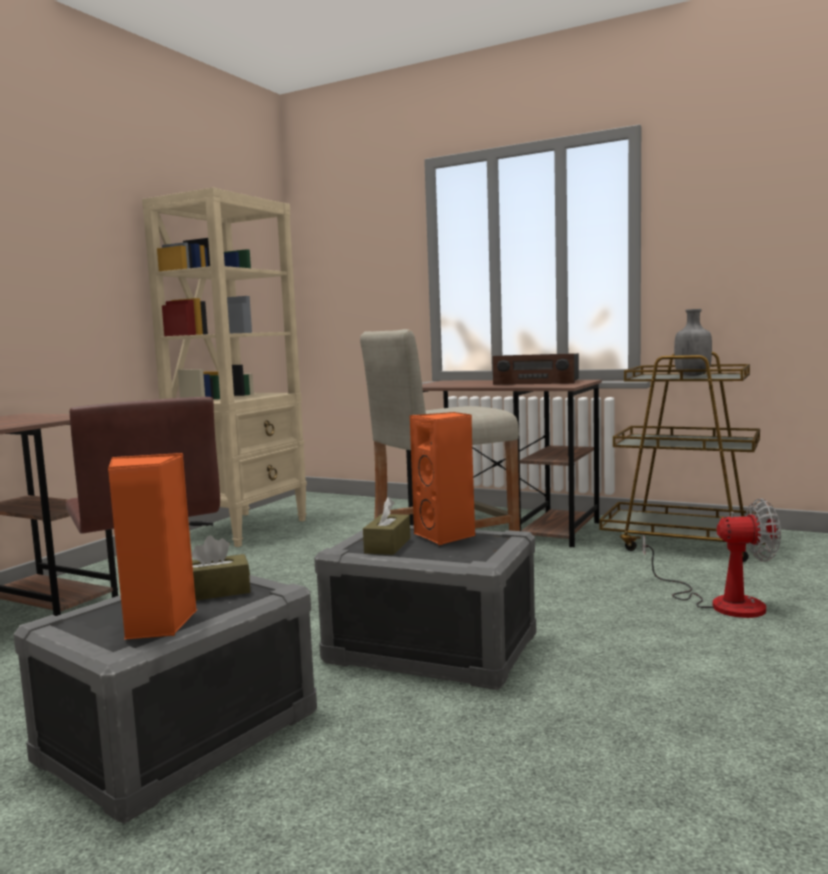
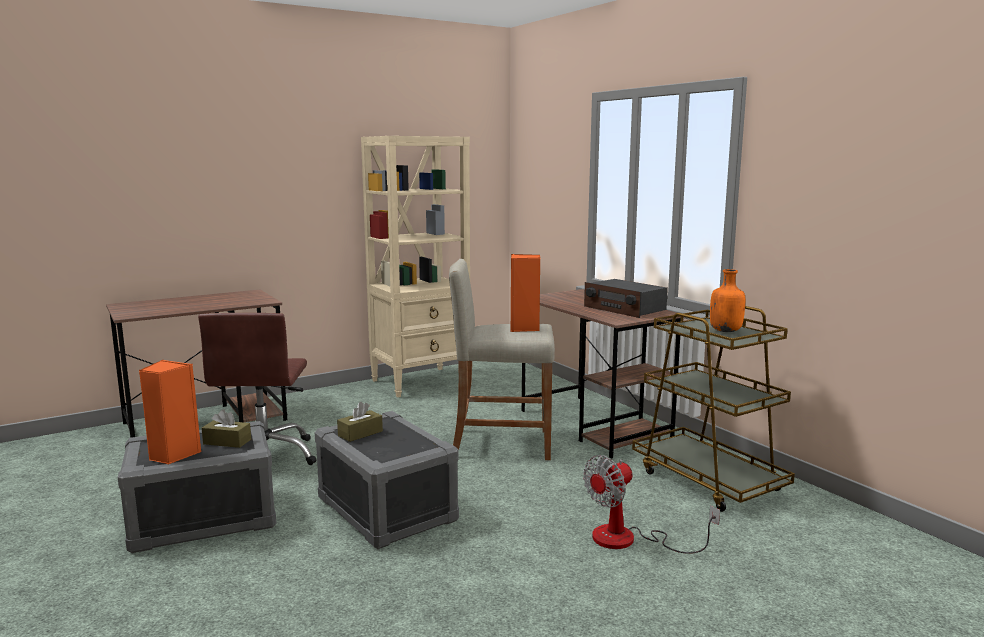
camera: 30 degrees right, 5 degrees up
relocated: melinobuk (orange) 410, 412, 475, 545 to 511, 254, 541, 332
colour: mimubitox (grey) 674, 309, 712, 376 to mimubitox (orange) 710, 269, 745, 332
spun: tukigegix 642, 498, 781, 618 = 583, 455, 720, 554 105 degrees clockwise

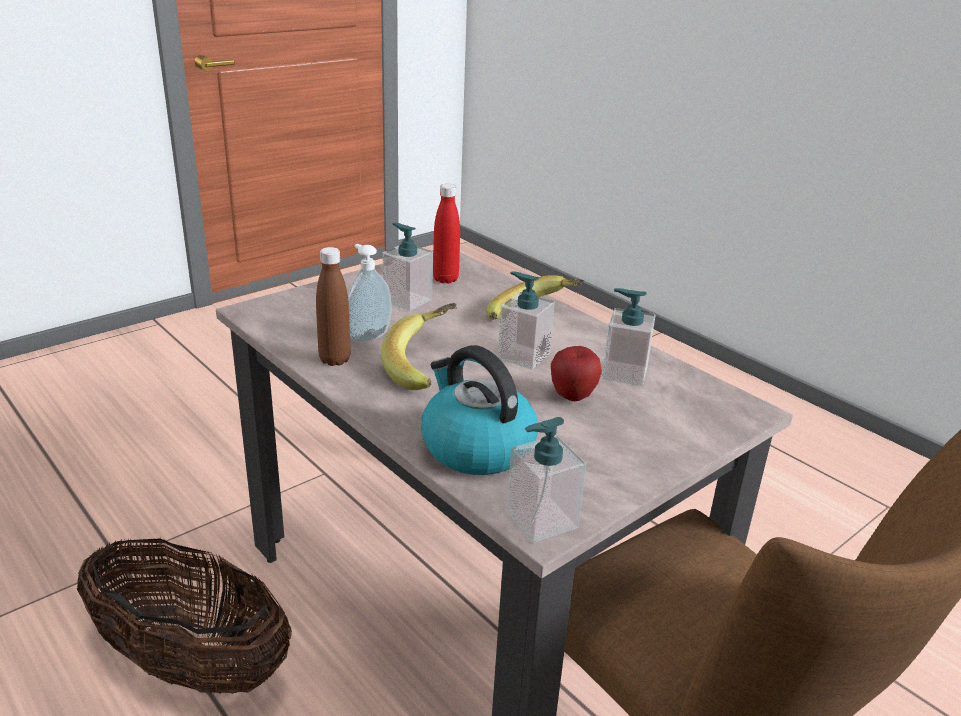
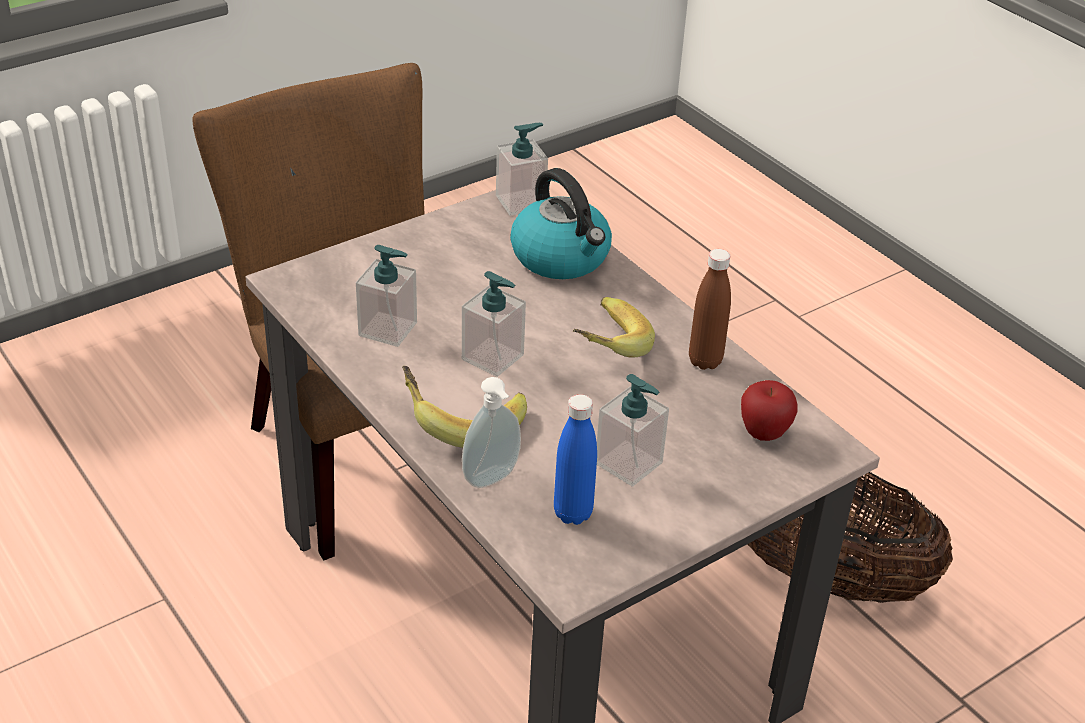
camera: 175 degrees left, 10 degrees up
relocated: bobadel 348, 244, 392, 343 to 462, 377, 521, 488; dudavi 551, 346, 602, 401 to 741, 380, 798, 441
colour: mimubitox (red) 433, 184, 460, 284 to mimubitox (blue) 554, 394, 597, 525

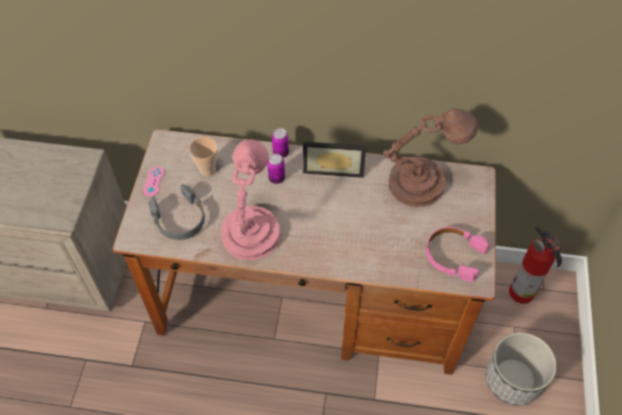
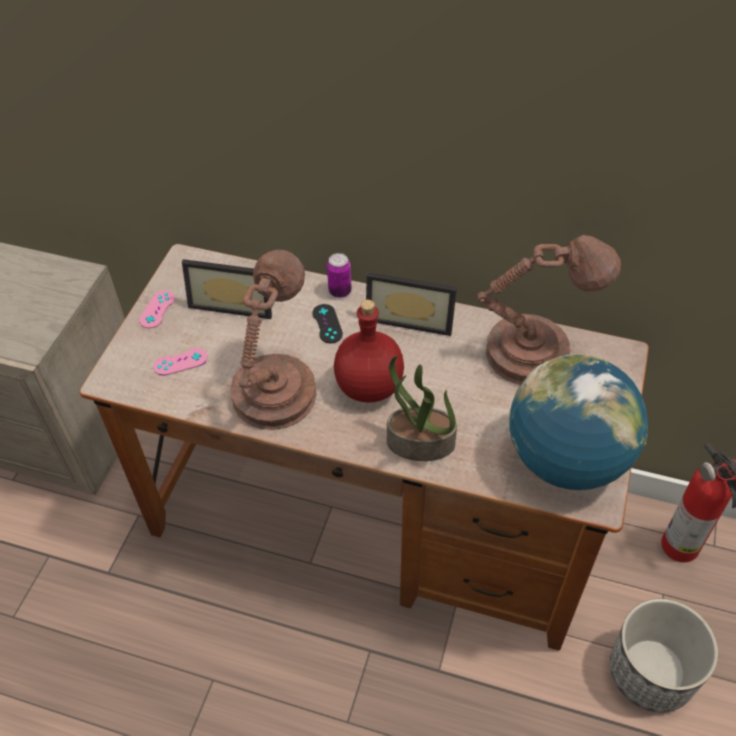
camera: 10 degrees right, 5 degrees down
appeared: mimubitox (red) 334, 300, 404, 403; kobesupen 387, 355, 457, 461
exchanged: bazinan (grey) 148, 184, 205, 240 to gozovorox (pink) 153, 348, 208, 376; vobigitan 189, 137, 218, 176 to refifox 182, 259, 272, 319; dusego 267, 154, 285, 184 to gozovorox (black) 312, 304, 343, 343; bazinan (pink) 426, 227, 489, 282 to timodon 510, 355, 648, 490
colour: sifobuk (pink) 221, 139, 280, 260 to sifobuk (brown) 230, 250, 317, 430

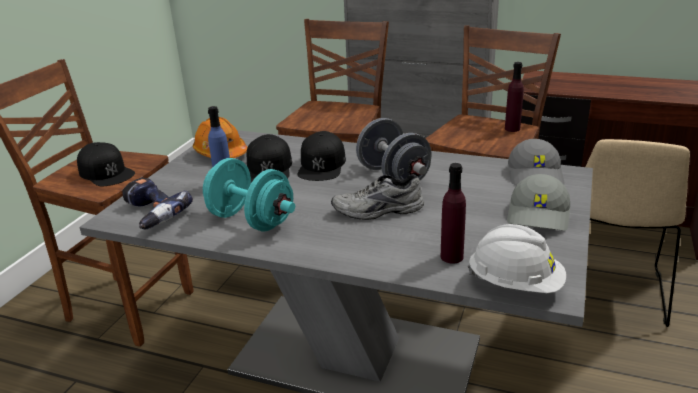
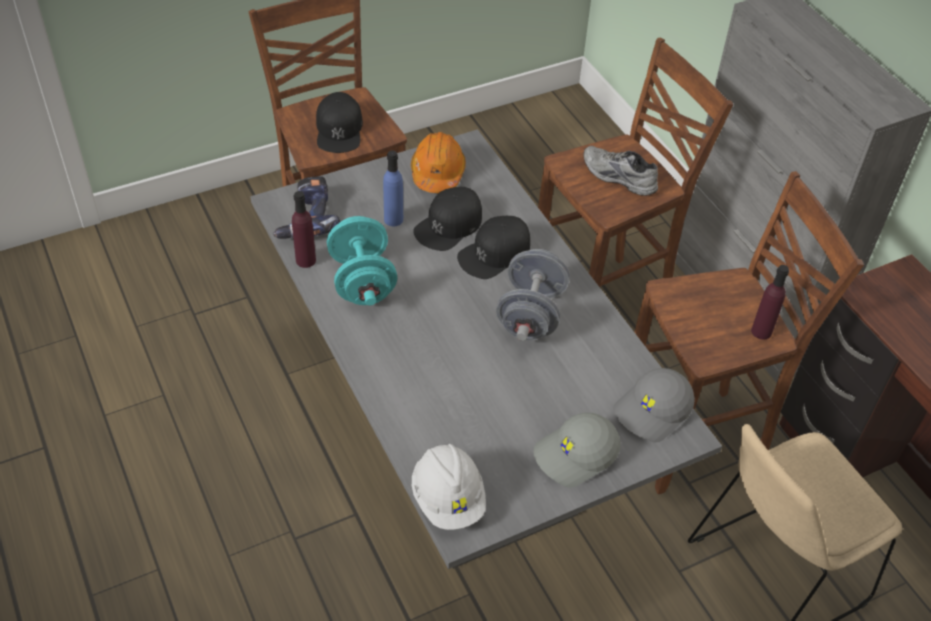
camera: 40 degrees right, 20 degrees up
relocated: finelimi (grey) 331, 174, 424, 220 to 583, 146, 658, 196; mimubitox (purple) 441, 163, 466, 263 to 292, 191, 316, 268

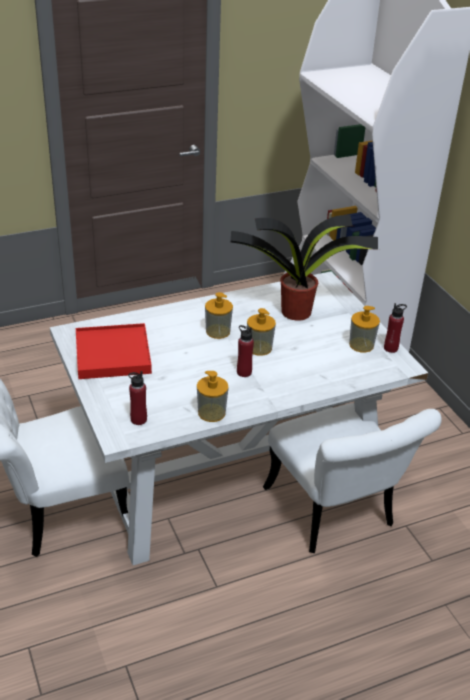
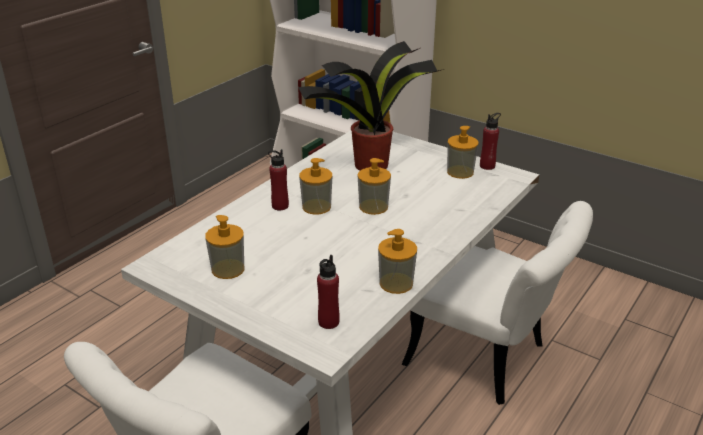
camera: 30 degrees left, 5 degrees down
relocated: mimubitox (red) 237, 325, 254, 377 to 268, 149, 289, 211
exchanged: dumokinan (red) 76, 323, 152, 379 to bobadel 205, 215, 245, 279

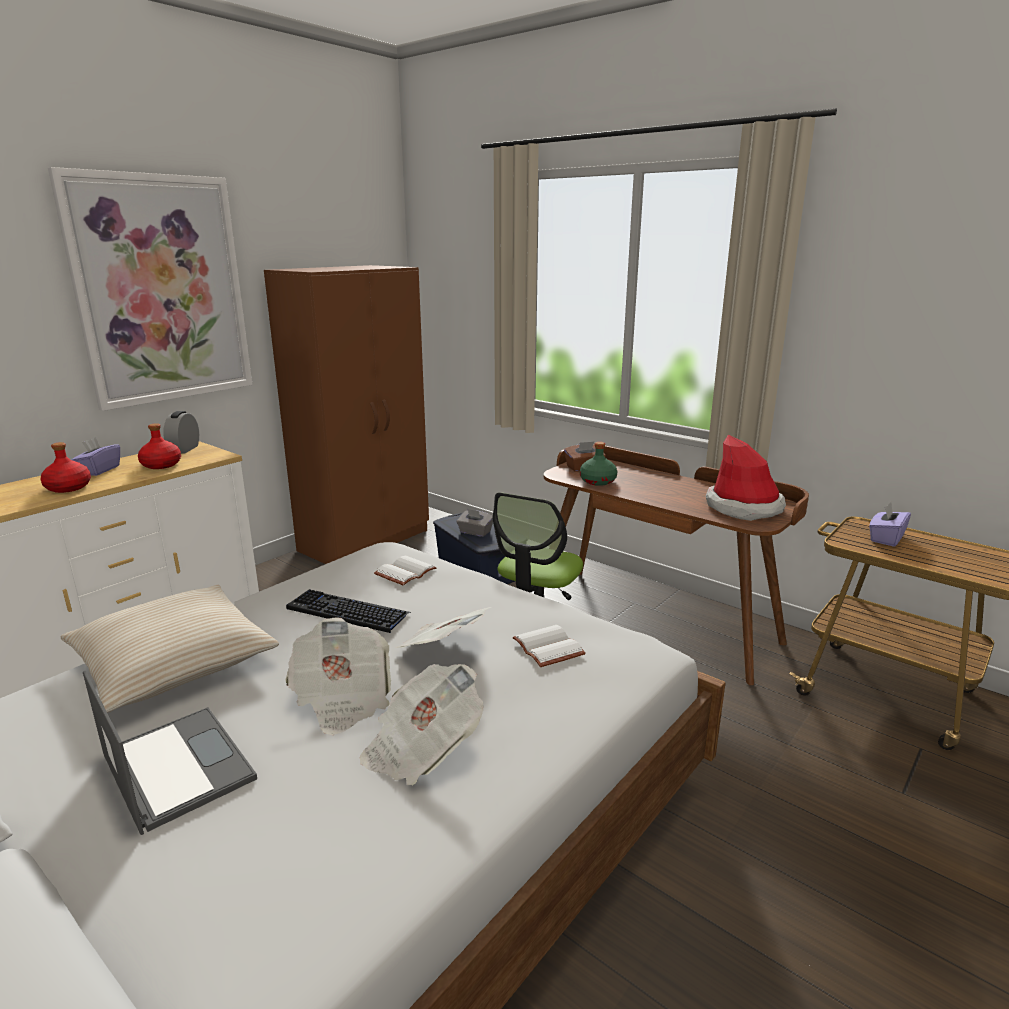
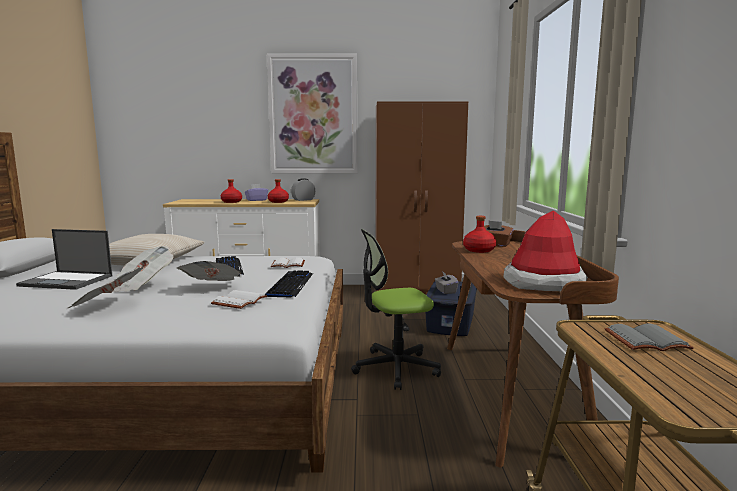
camera: 50 degrees right, 10 degrees down
appeared: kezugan 265, 270, 313, 297
exchanged: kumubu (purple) 869, 502, 911, 547 to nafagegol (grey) 605, 323, 694, 351
colour: mimubitox (green) 580, 442, 617, 486 to mimubitox (red) 463, 216, 496, 253
spun: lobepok 83, 671, 257, 835 = 16, 229, 113, 290 90 degrees clockwise

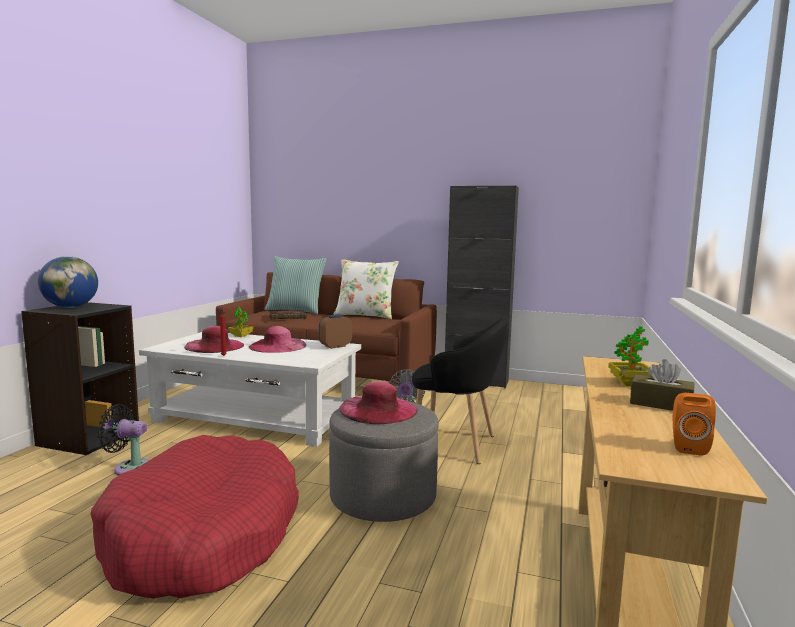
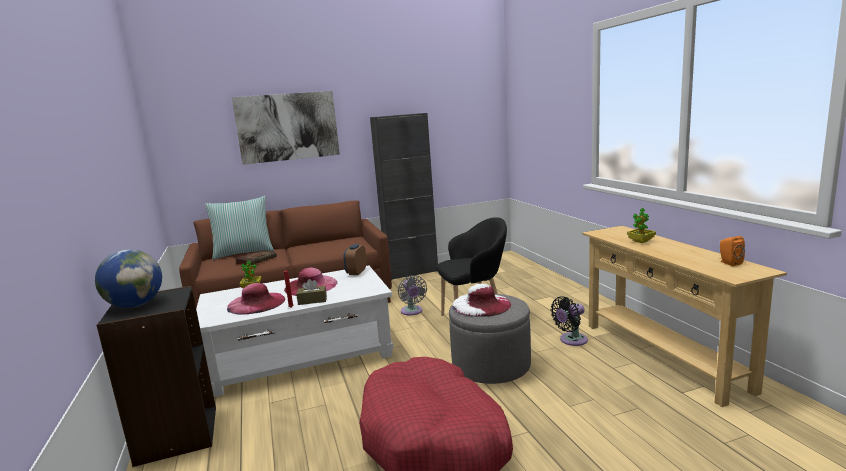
camera: 35 degrees left, 5 degrees up
missing: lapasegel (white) 333, 259, 399, 319
appeared: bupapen 232, 91, 340, 165
relocated: tukigegix (black) 97, 404, 150, 476 to 550, 296, 588, 346; kumubu (brown) 630, 359, 694, 411 to 296, 279, 327, 305
colour: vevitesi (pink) 339, 381, 418, 424 to vevitesi (white) 452, 284, 511, 317

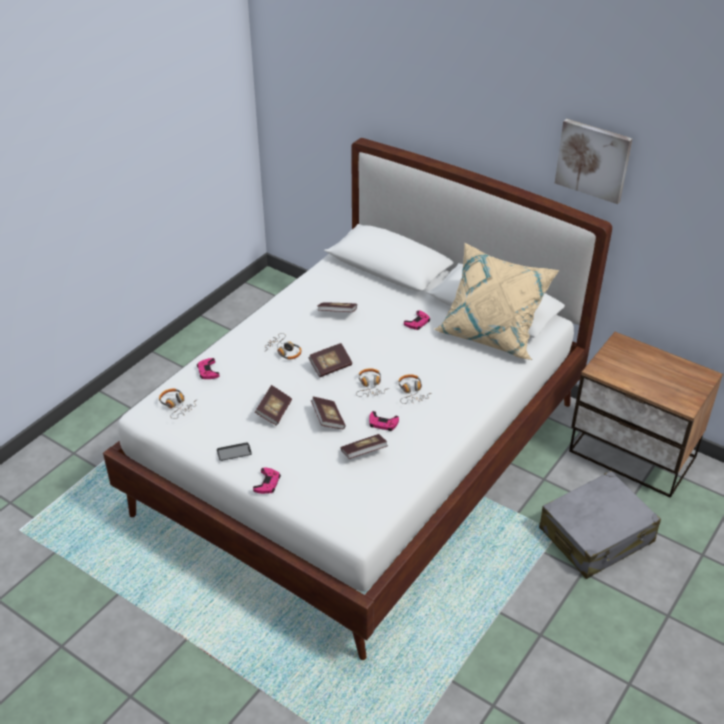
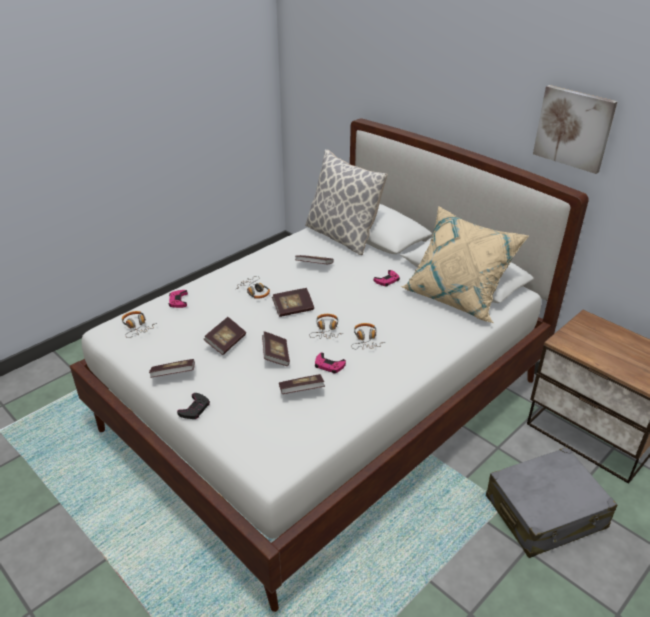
camera: 10 degrees right, 5 degrees down
appeared: lapasegel 305, 149, 388, 255
exchanged: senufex 217, 442, 252, 461 to nafagegol 149, 359, 195, 378
colour: gozovorox (pink) 253, 468, 281, 494 to gozovorox (black) 177, 393, 210, 419

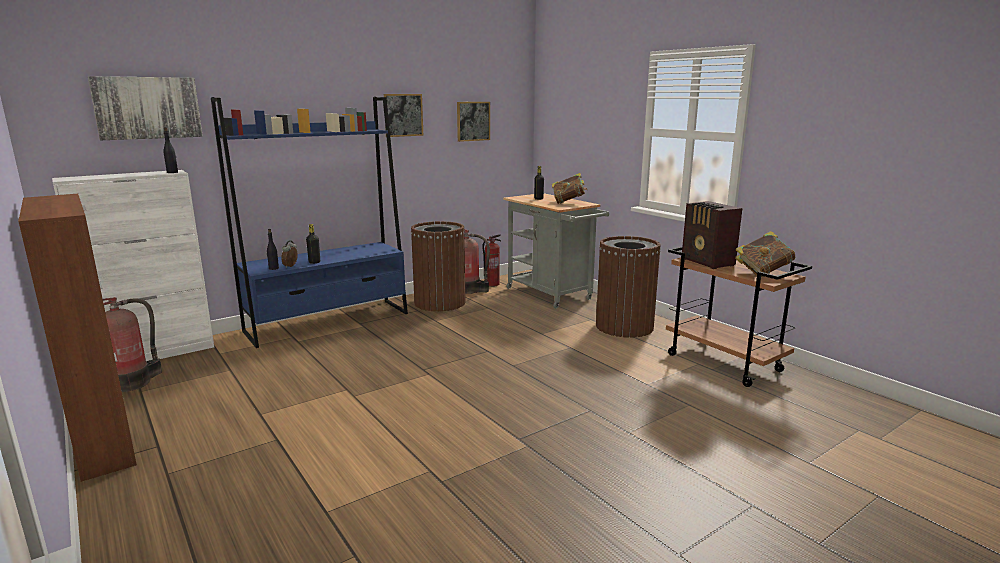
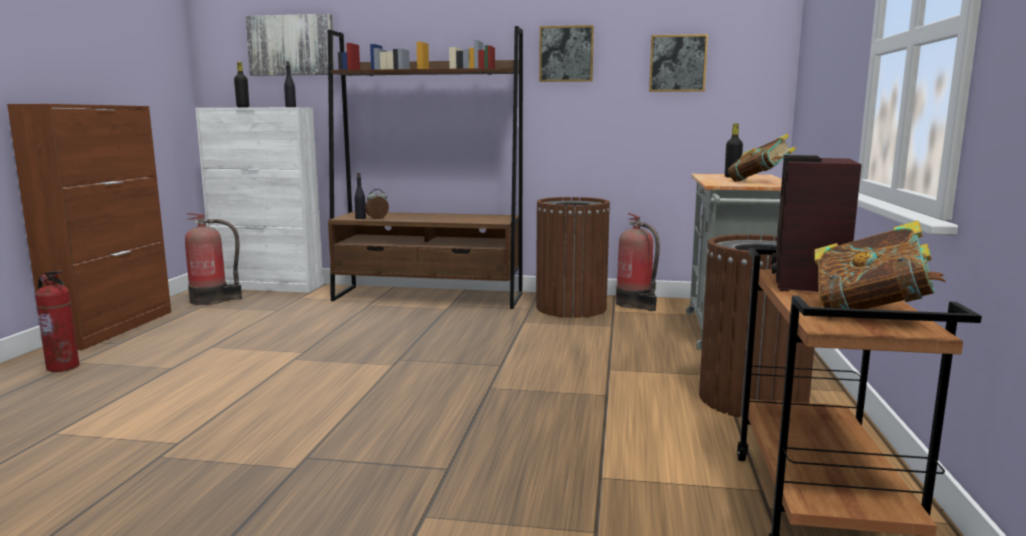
camera: 45 degrees right, 5 degrees down
relocated: mimubitox (black) 306, 224, 320, 264 to 234, 62, 249, 107; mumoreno 482, 234, 502, 287 to 35, 270, 79, 372
colour: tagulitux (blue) 211, 97, 408, 348 to tagulitux (brown) 328, 26, 523, 309

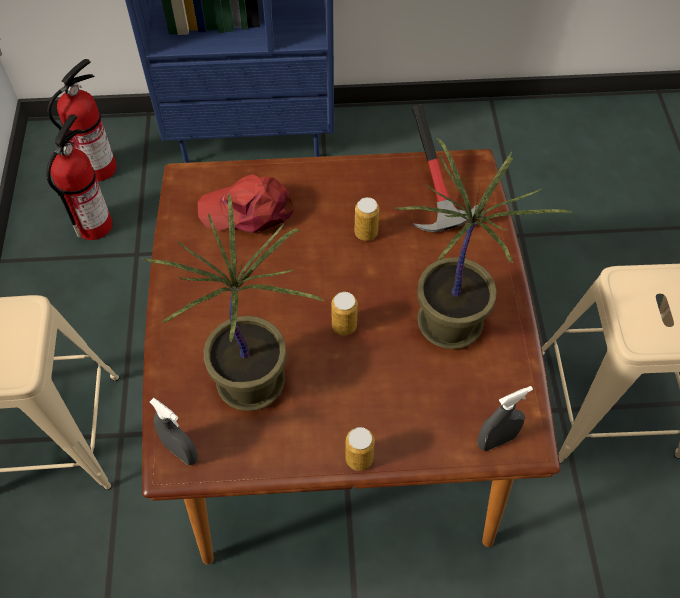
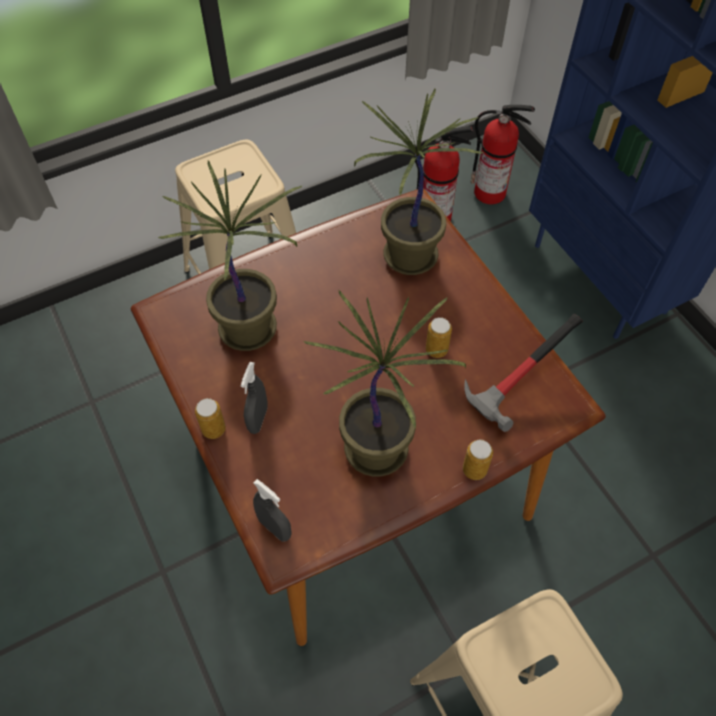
camera: 65 degrees right, 0 degrees up
relocated: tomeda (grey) 150, 398, 198, 465 to 241, 362, 268, 434; dusego 331, 292, 358, 335 to 463, 440, 493, 480
exchanged: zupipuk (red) 198, 174, 294, 233 to kobesupen 354, 89, 484, 275

